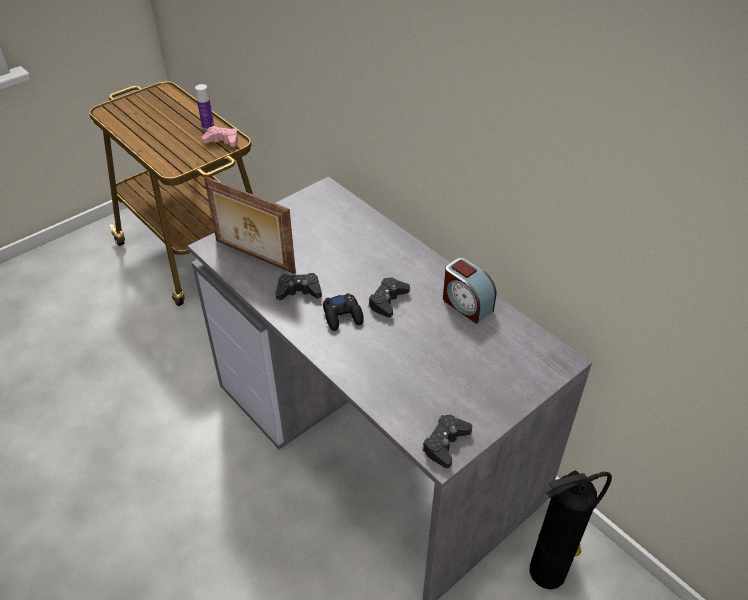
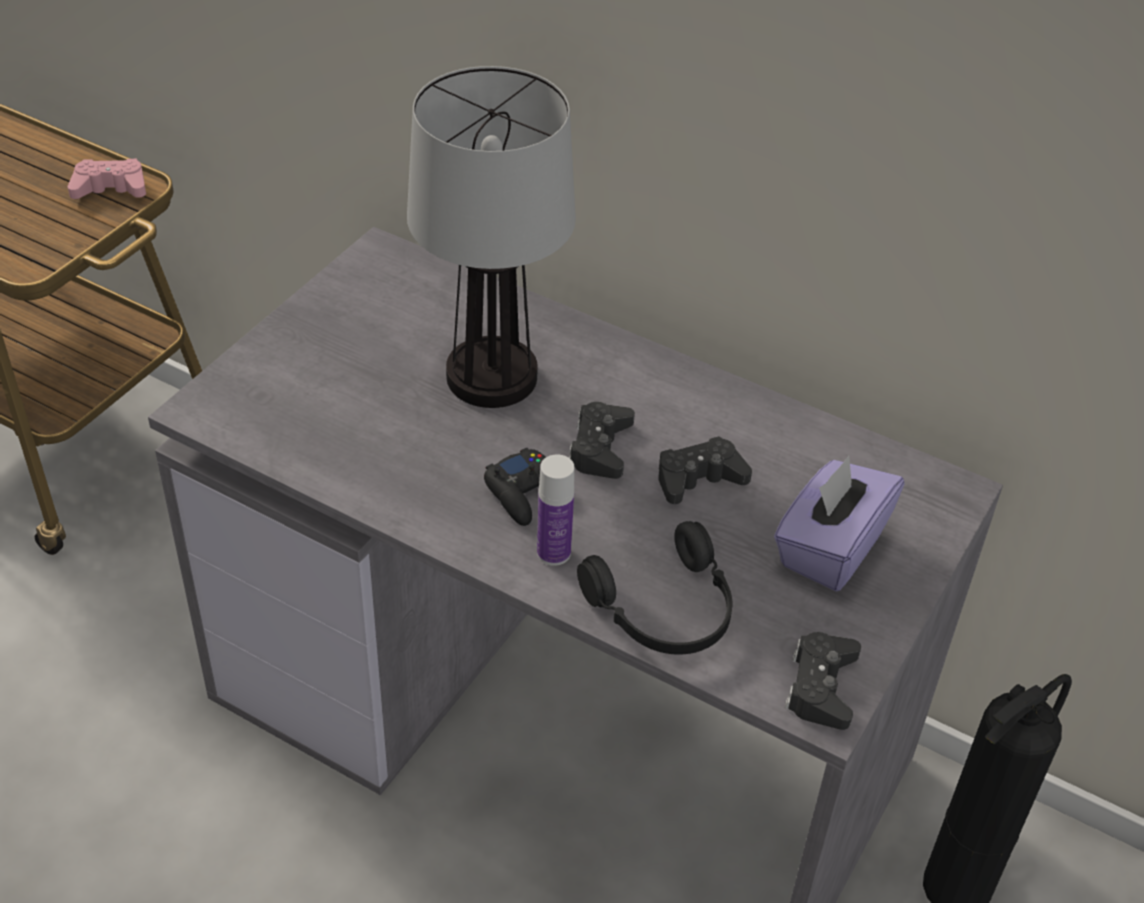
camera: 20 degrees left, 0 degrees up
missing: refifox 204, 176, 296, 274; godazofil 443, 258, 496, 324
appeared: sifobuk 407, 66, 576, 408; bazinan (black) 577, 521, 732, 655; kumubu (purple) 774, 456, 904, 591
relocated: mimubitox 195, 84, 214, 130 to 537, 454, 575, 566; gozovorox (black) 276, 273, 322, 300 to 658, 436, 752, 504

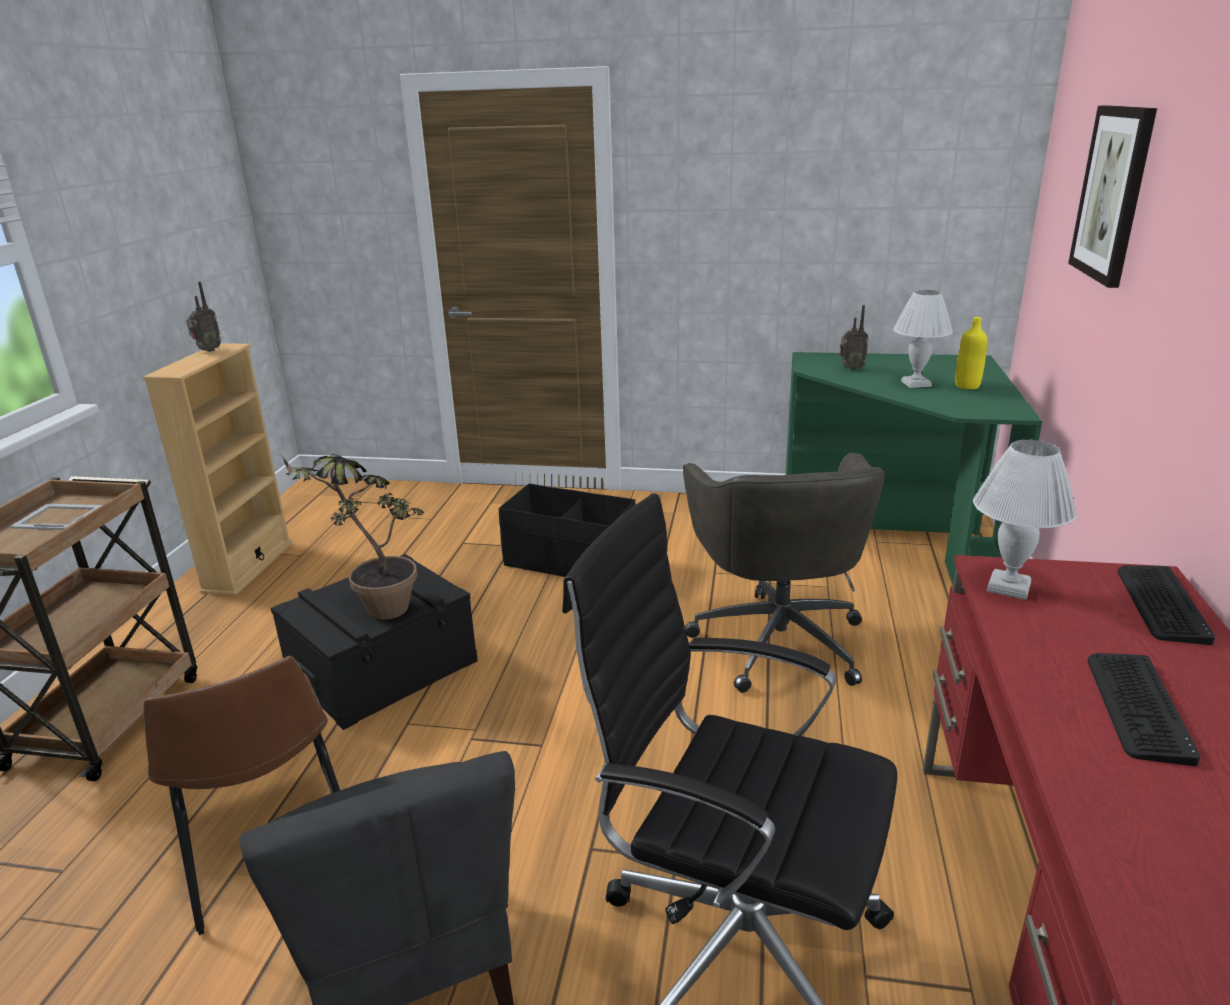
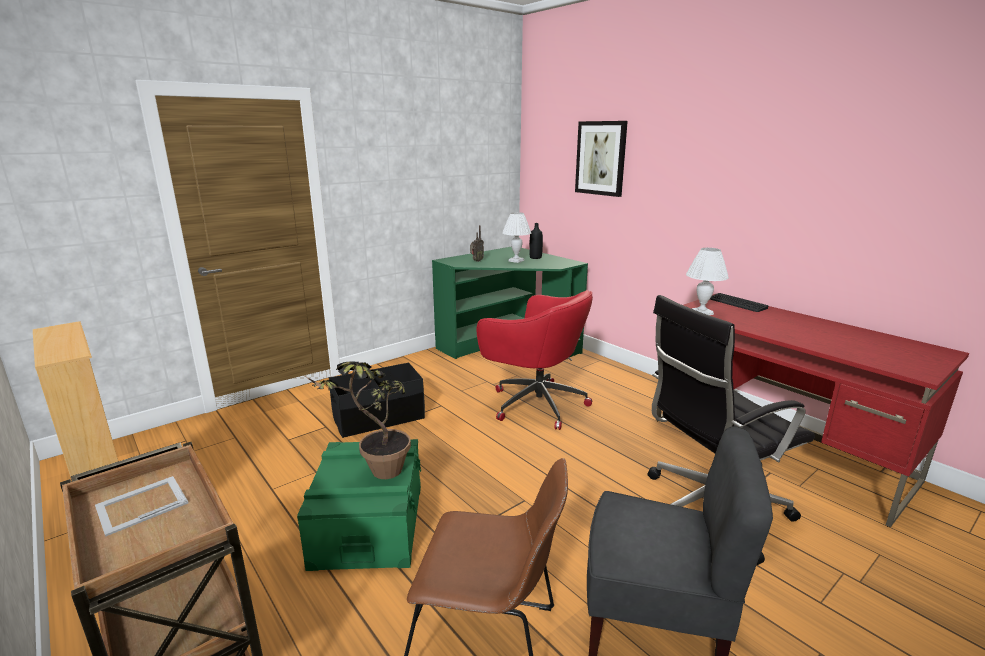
camera: 50 degrees left, 5 degrees down
missing: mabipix 186, 282, 221, 352; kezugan 1088, 653, 1200, 766
colour: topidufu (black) 271, 554, 478, 730 to topidufu (green) 297, 439, 421, 571; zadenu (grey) 683, 453, 886, 693 to zadenu (red) 477, 290, 593, 430; mimubitox (yellow) 955, 317, 987, 389 to mimubitox (black) 529, 223, 543, 259

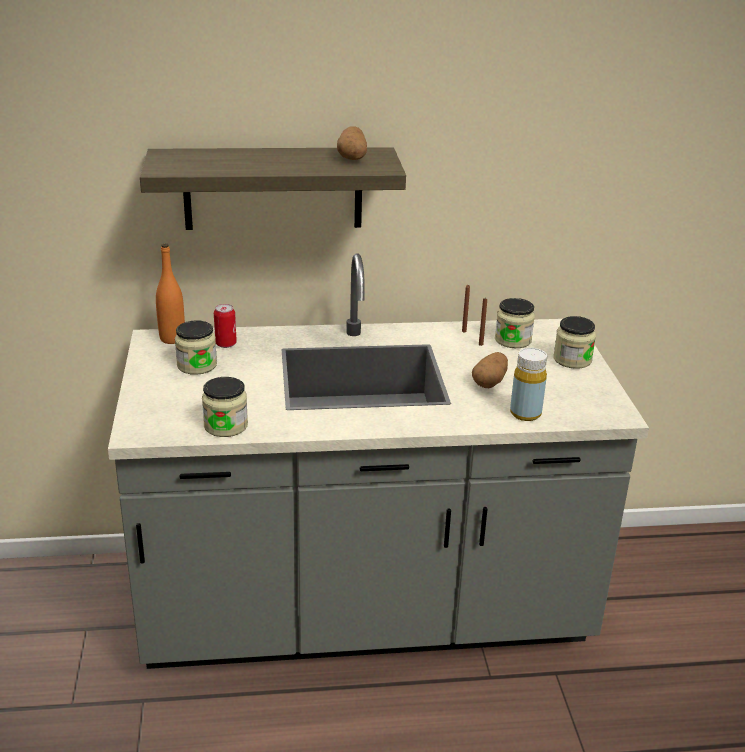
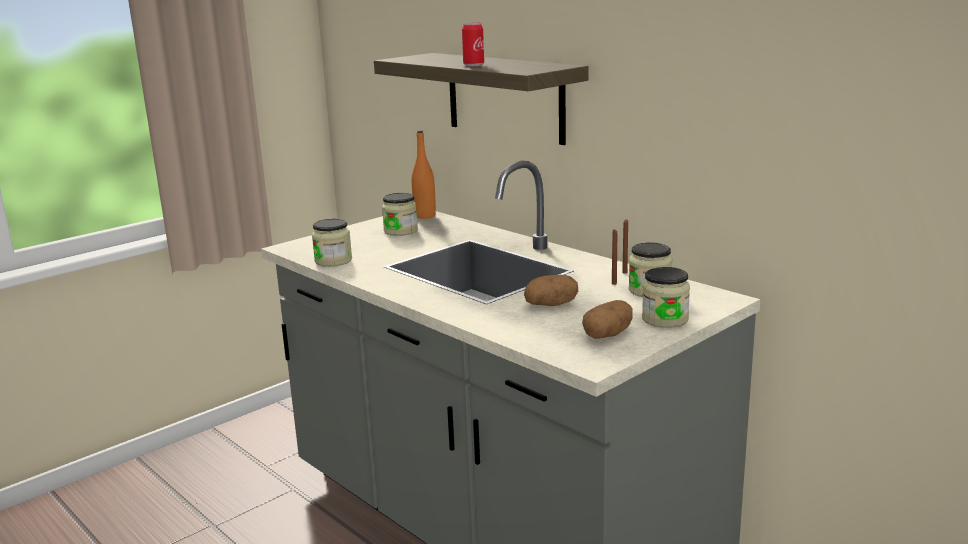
camera: 55 degrees right, 10 degrees down
missing: mimubitox (yellow) 510, 348, 547, 421
relocated: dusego 214, 304, 237, 348 to 462, 23, 484, 66; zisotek 337, 126, 367, 160 to 582, 300, 633, 339

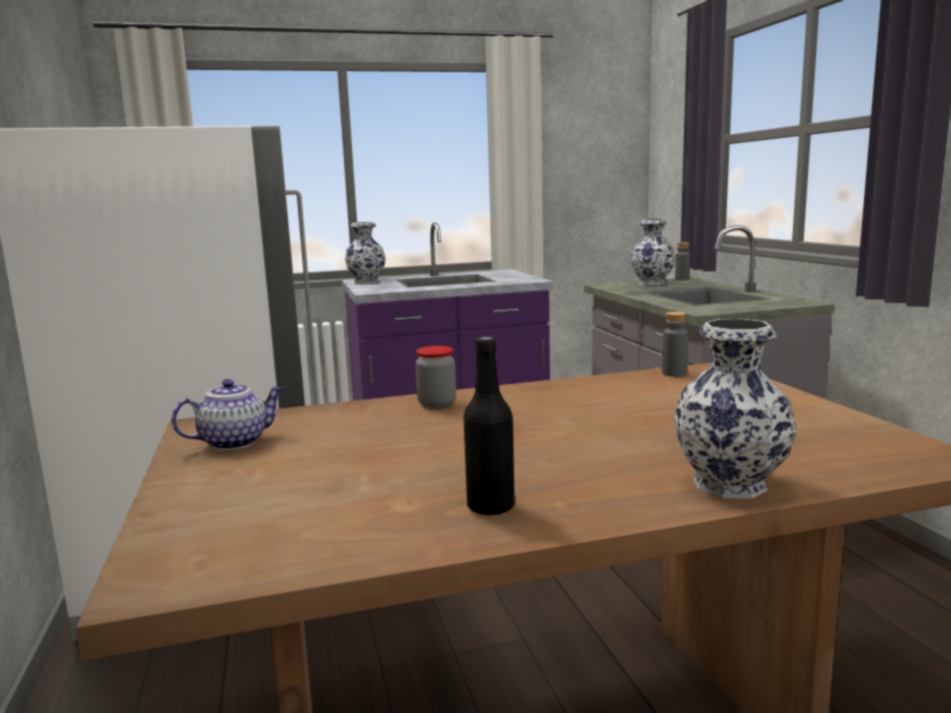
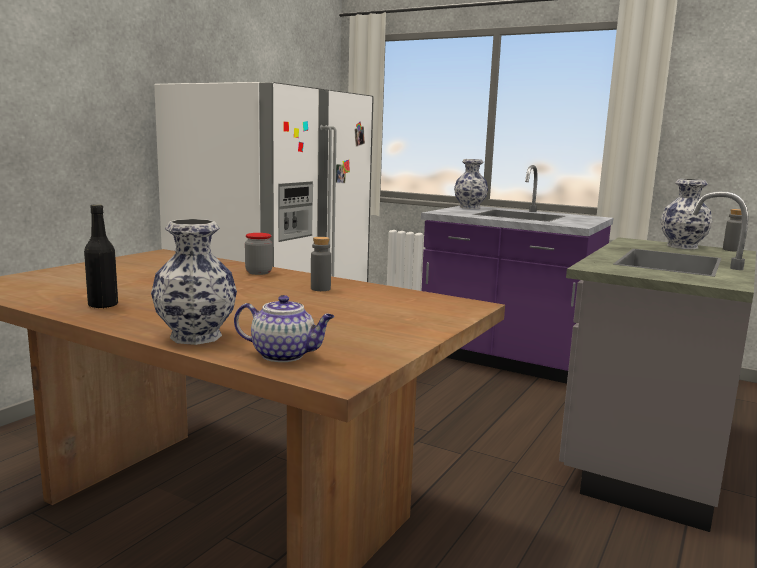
camera: 45 degrees right, 0 degrees up
relocated: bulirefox 171, 379, 283, 450 to 234, 295, 335, 362; mimubitox (grey) 662, 312, 688, 377 to 311, 237, 331, 291

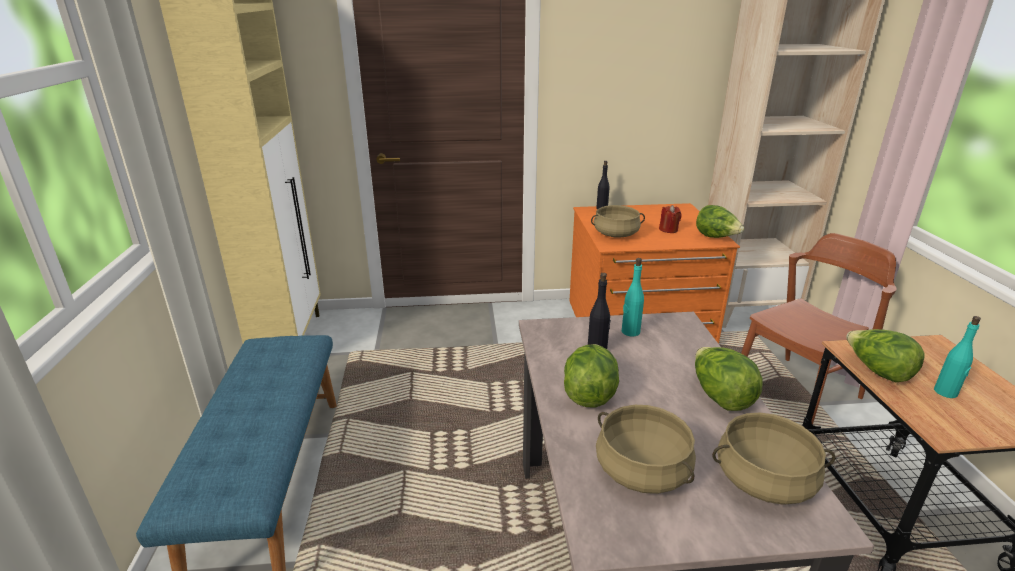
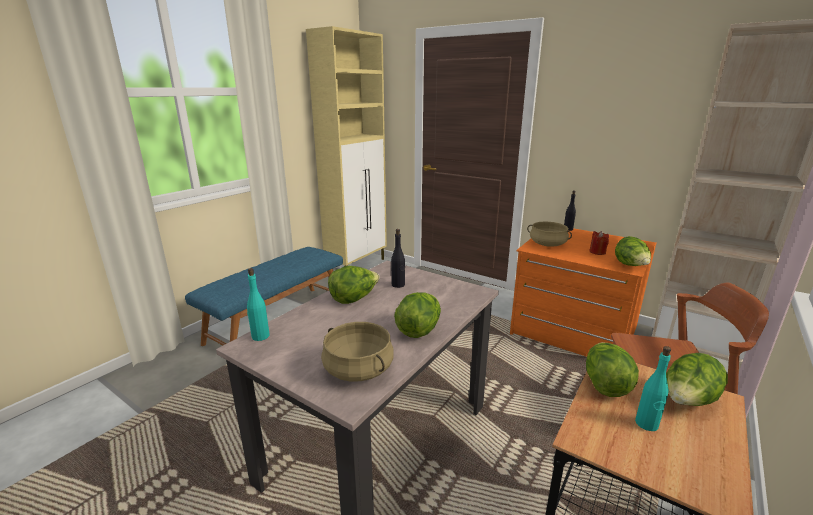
camera: 40 degrees right, 5 degrees down
missing: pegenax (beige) 596, 405, 696, 494
appeared: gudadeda 666, 353, 728, 406
relocated: mimubitox (turquoise) 622, 258, 644, 337 to 247, 268, 269, 341

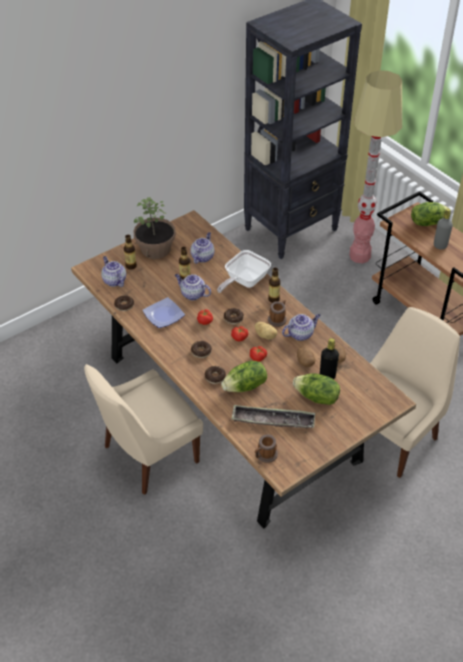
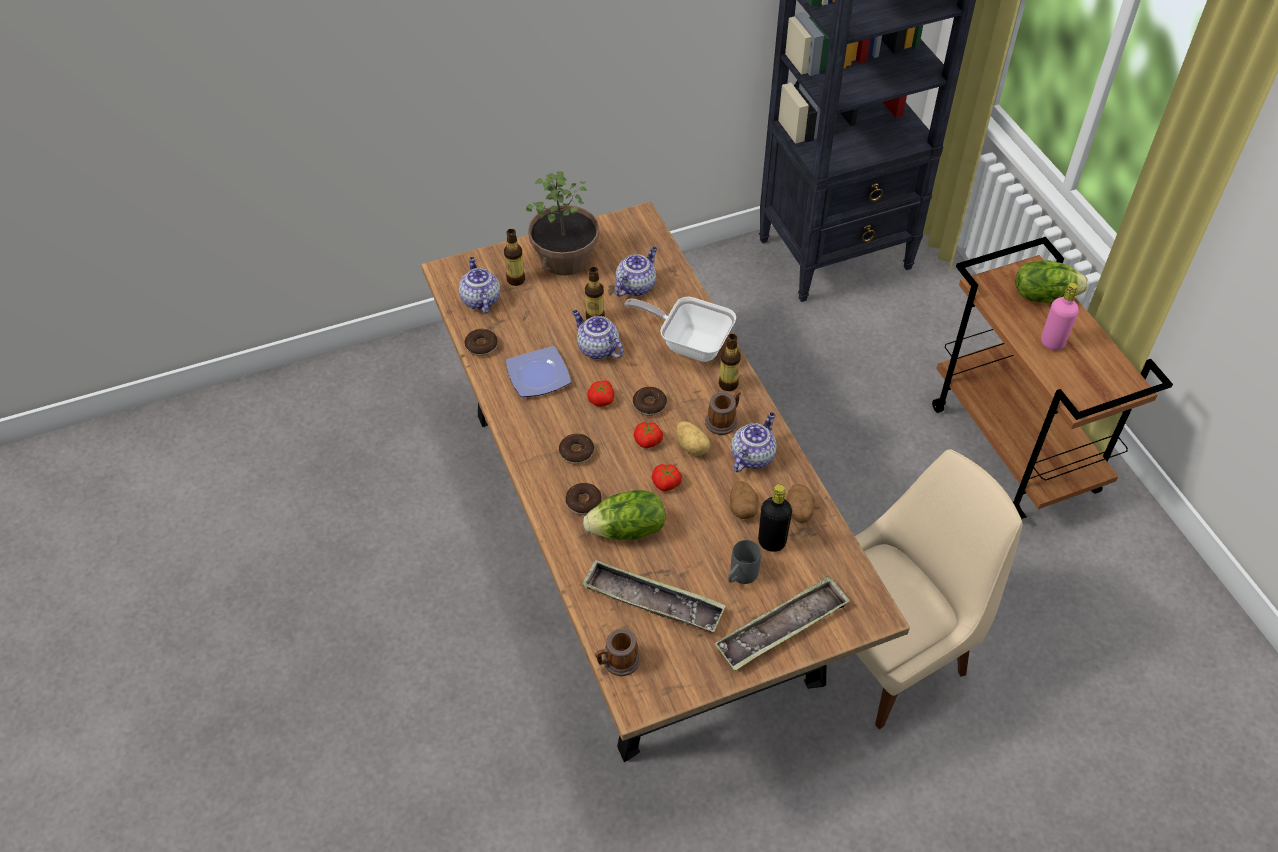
camera: 15 degrees right, 5 degrees up
missing: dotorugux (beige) 84, 364, 203, 495; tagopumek 349, 70, 402, 264
appeared: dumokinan 714, 576, 850, 671
exchanged: gudadeda 293, 373, 340, 405 to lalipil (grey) 728, 540, 761, 584
colour: mimubitox (grey) 434, 208, 453, 250 to mimubitox (pink) 1041, 283, 1079, 351
spun: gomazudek 217, 250, 271, 293 = 625, 297, 736, 362 60 degrees clockwise; bulirefox 282, 314, 321, 341 = 731, 412, 777, 472 45 degrees counterclockwise

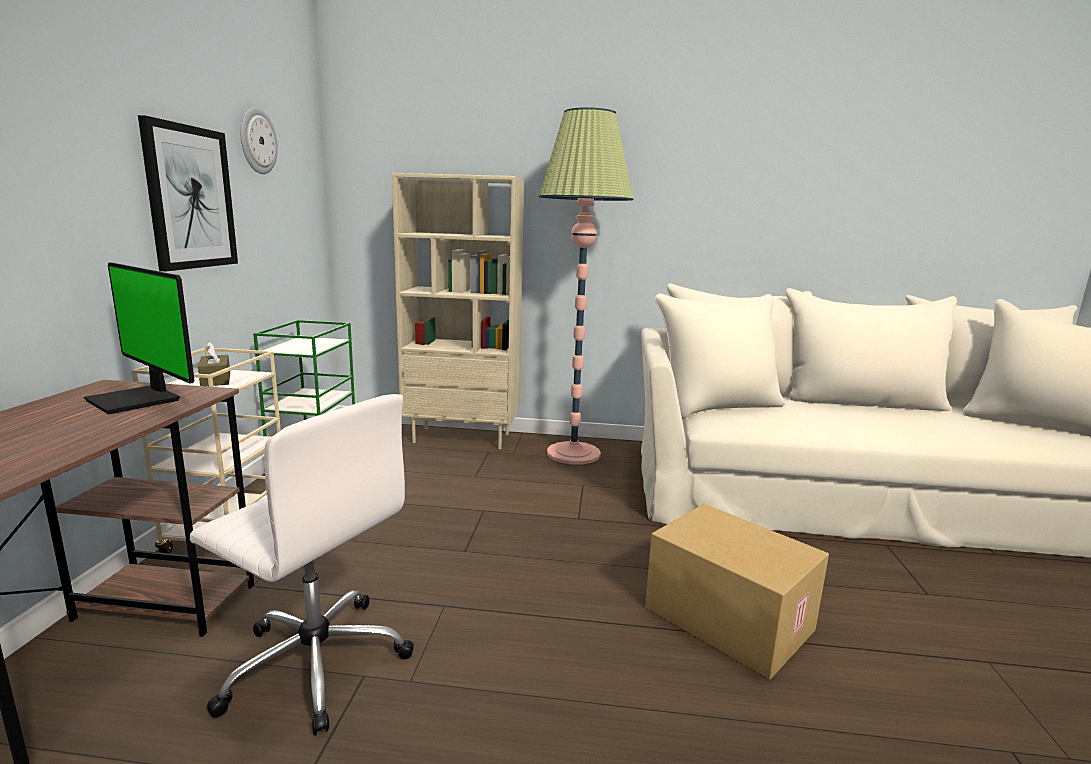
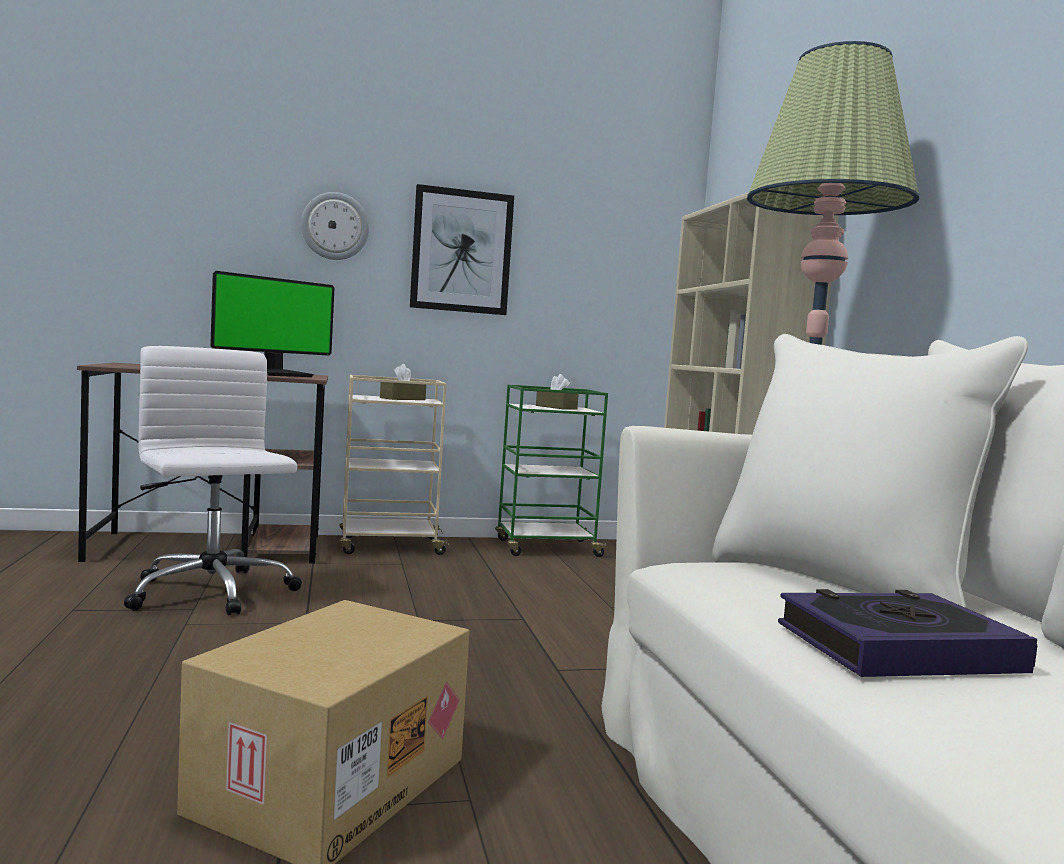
camera: 70 degrees right, 10 degrees down
appeared: kumubu (brown) 536, 374, 579, 410; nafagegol 778, 589, 1037, 677
relocated: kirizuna 241, 107, 278, 174 to 301, 192, 369, 260
spun: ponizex 84, 262, 194, 415 = 210, 271, 334, 377 150 degrees counterclockwise; zadenu (white) 190, 394, 414, 736 = 124, 346, 302, 615 135 degrees clockwise

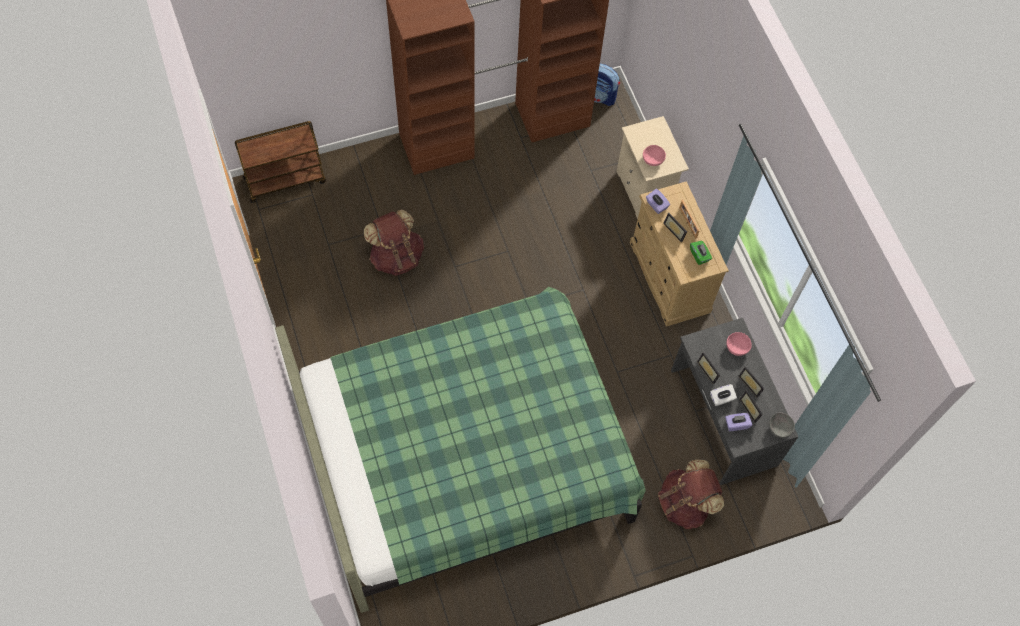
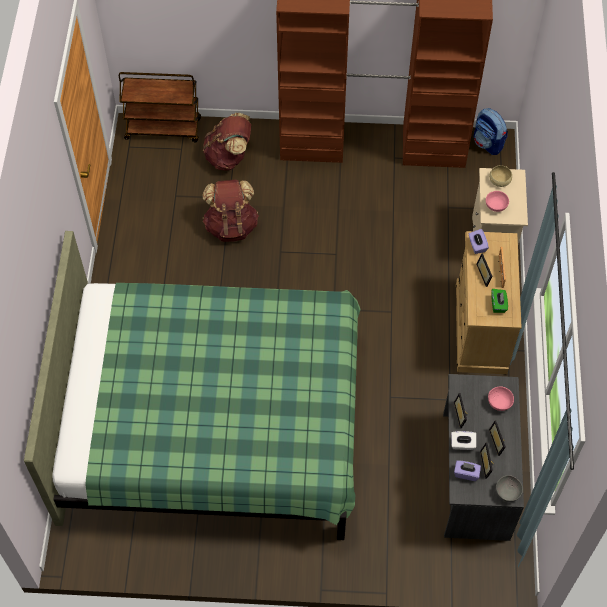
camera: 25 degrees right, 5 degrees down
appeared: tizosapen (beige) 489, 165, 512, 187
relocated: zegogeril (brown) 658, 459, 724, 529 to 203, 112, 251, 171

